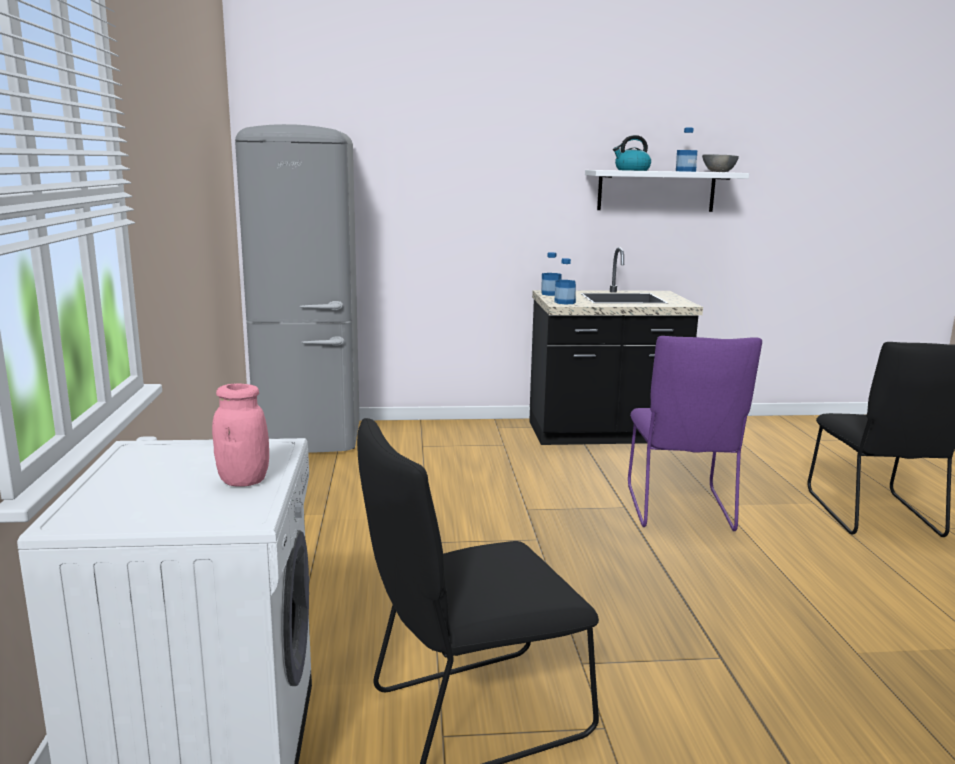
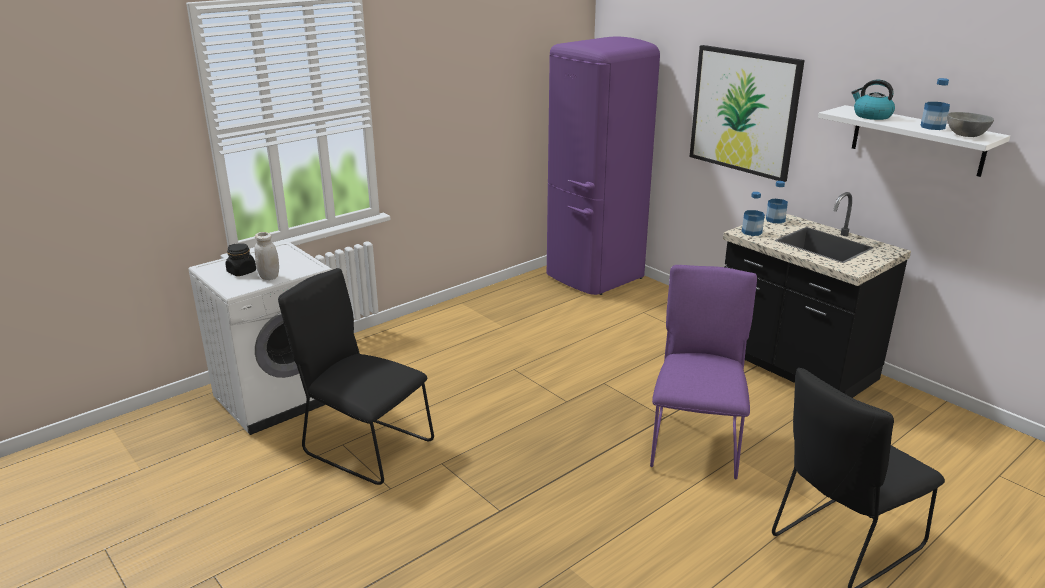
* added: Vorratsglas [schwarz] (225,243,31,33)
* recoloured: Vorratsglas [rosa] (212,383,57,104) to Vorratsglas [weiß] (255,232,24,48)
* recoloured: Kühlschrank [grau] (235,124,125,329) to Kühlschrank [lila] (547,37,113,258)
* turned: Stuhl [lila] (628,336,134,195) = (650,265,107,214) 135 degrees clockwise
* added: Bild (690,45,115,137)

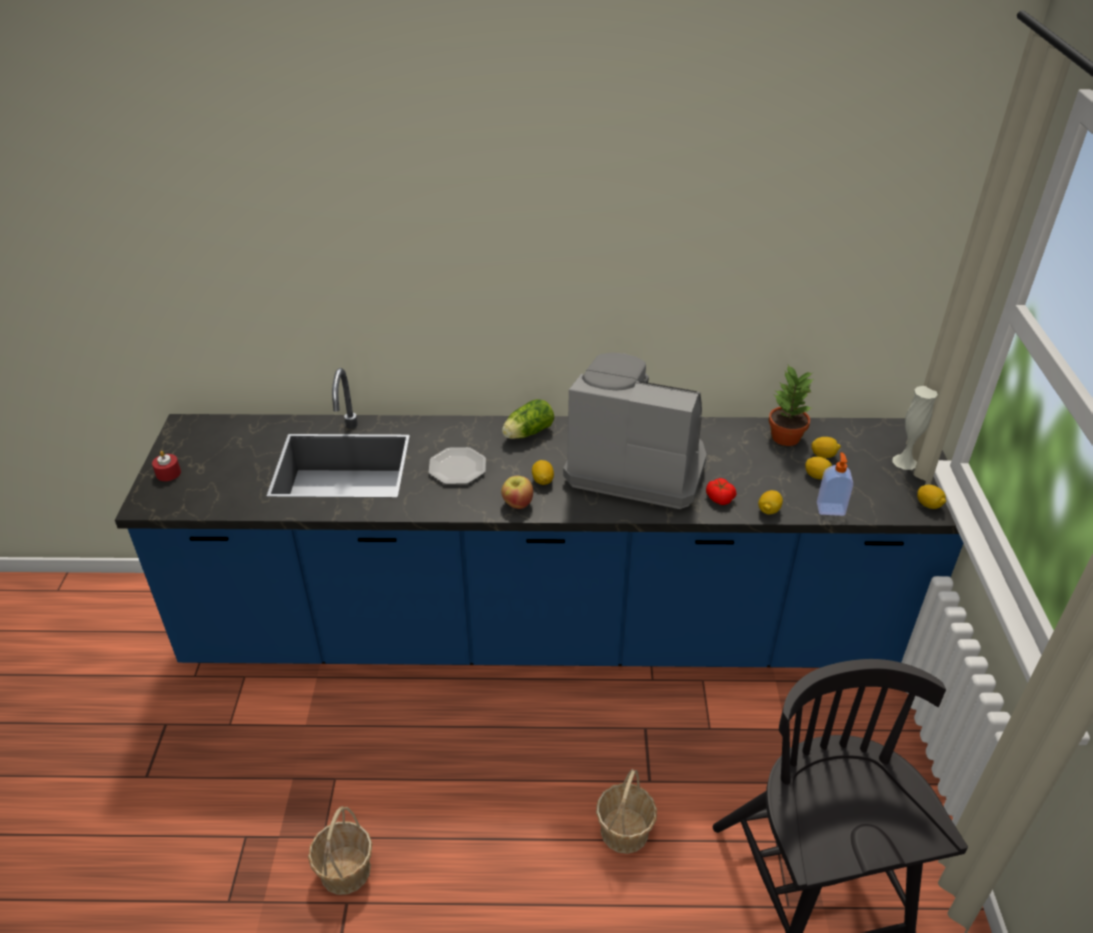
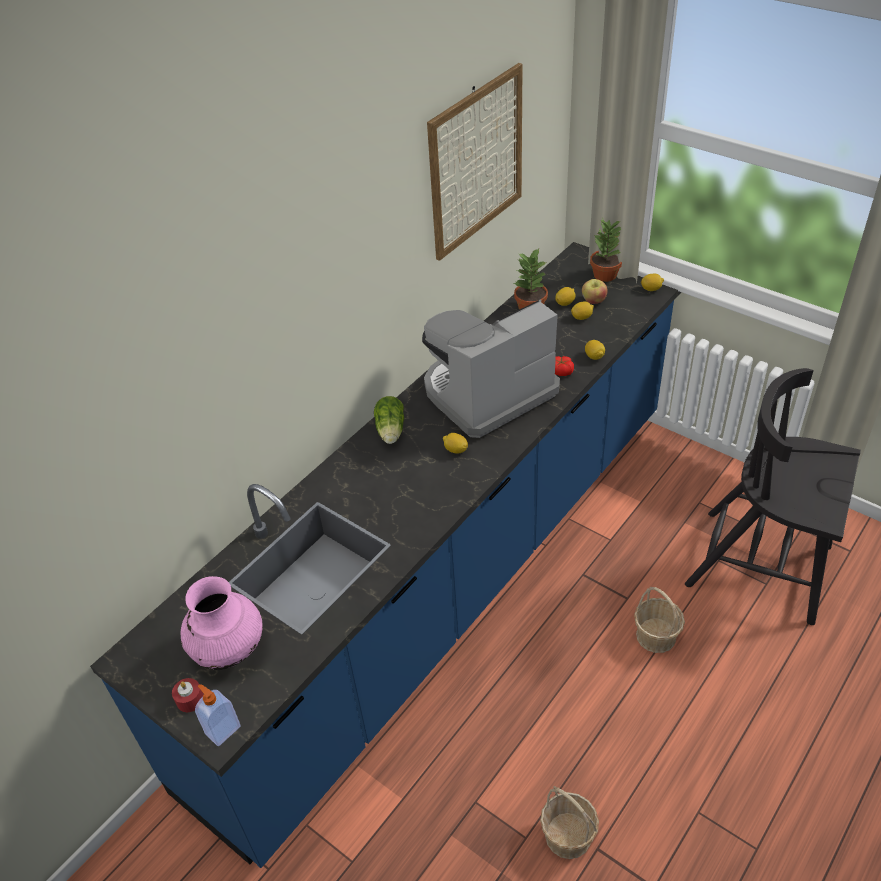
* added: Vase [rosa] (181,576,82,94)
* moved: Seifenspender (817,452,36,64) to (195,684,45,62)
* added: Bild (427,63,96,198)
* moved: Apfel (501,476,32,33) to (582,279,25,25)
* replaced: Vase [weiß] (892,386,46,84) to Topfpflanze (590,220,32,62)
* removed: Teller (429,447,57,37)

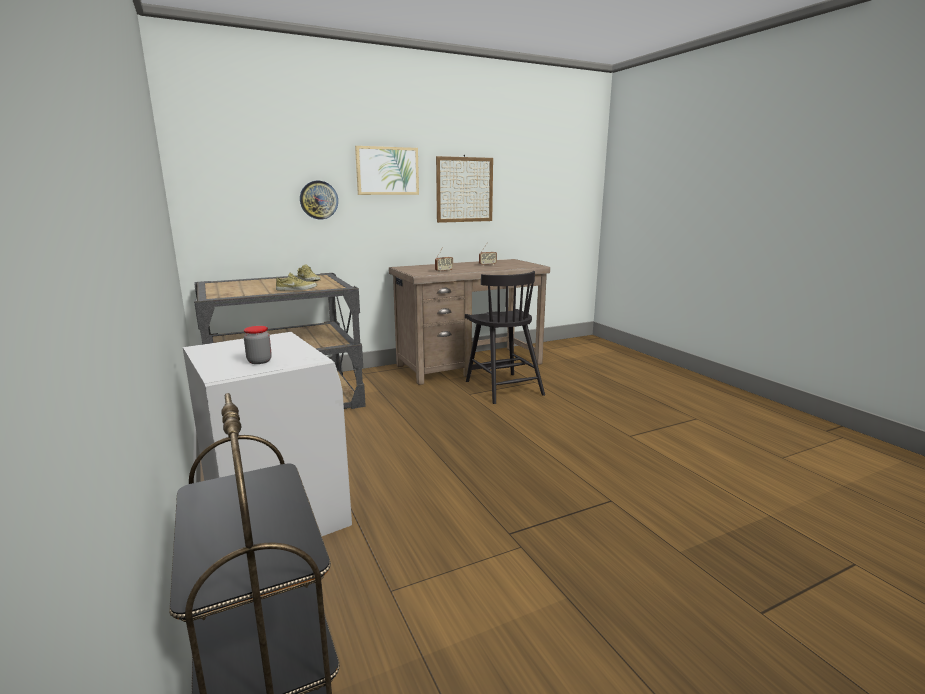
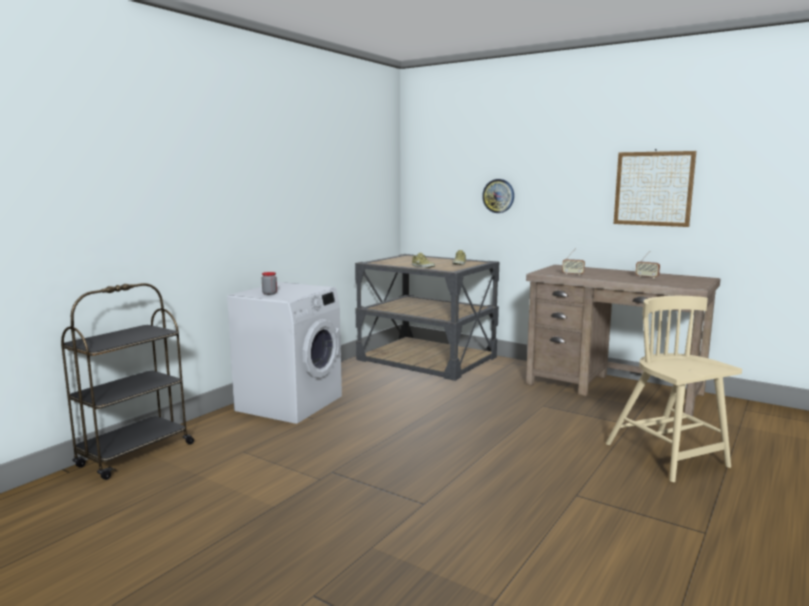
* added: Stuhl [beige] (606,296,136,186)
* removed: Bild (355,146,64,49)
* removed: Stuhl [schwarz] (465,271,80,133)

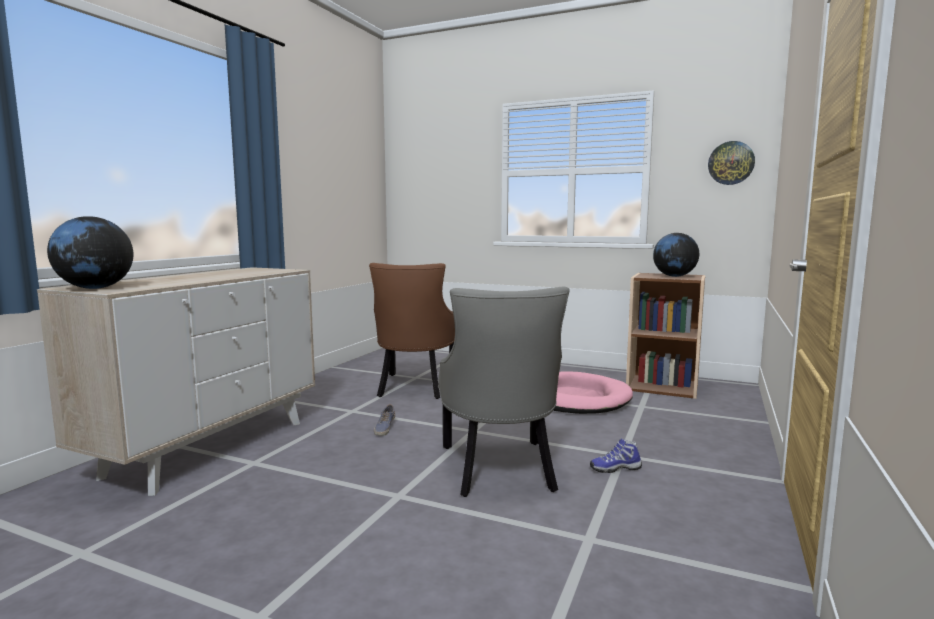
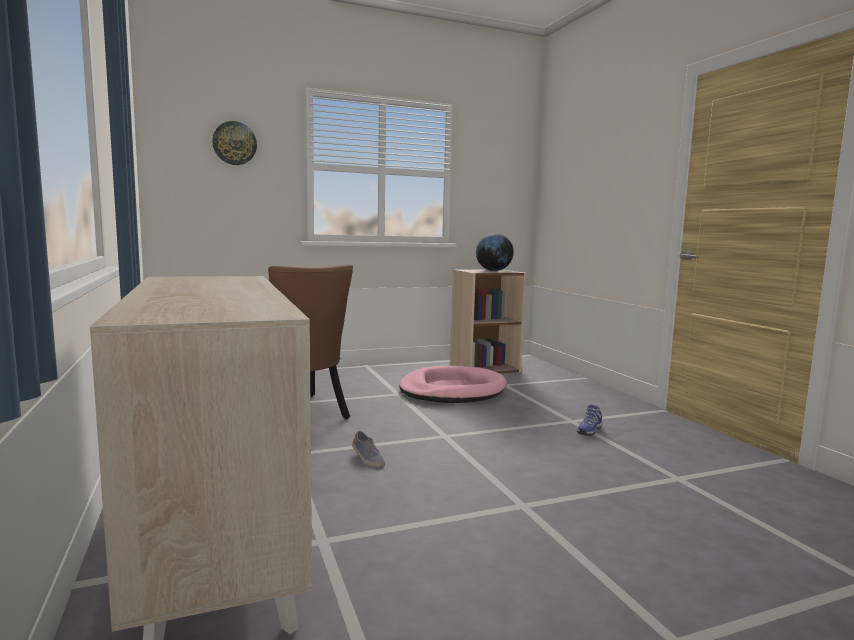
* moved: Wanduhr (708,141,47,44) to (212,121,45,44)
* removed: Globus (47,216,86,73)
* removed: Stuhl [grau] (438,287,132,210)

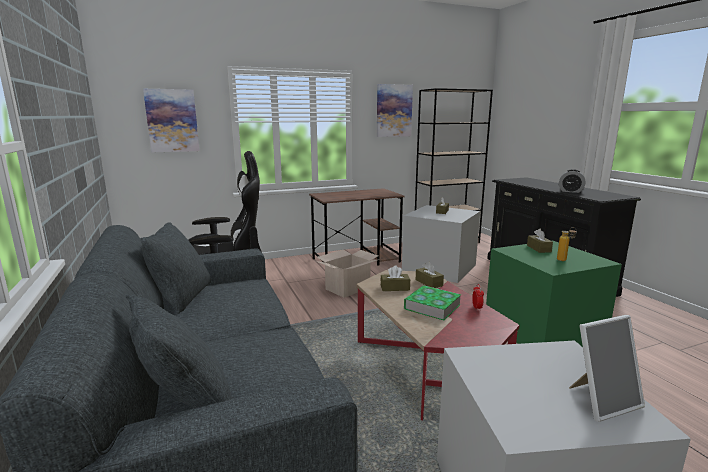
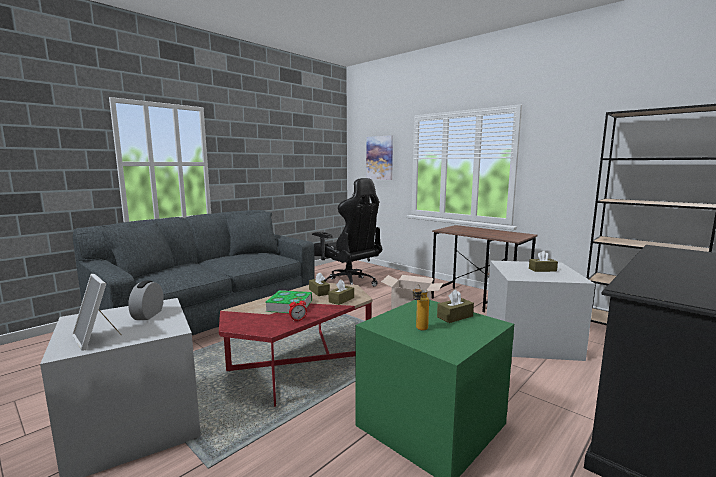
* moved: Wecker (559,169,26,24) to (128,281,36,39)
* removed: Bild (377,84,36,53)

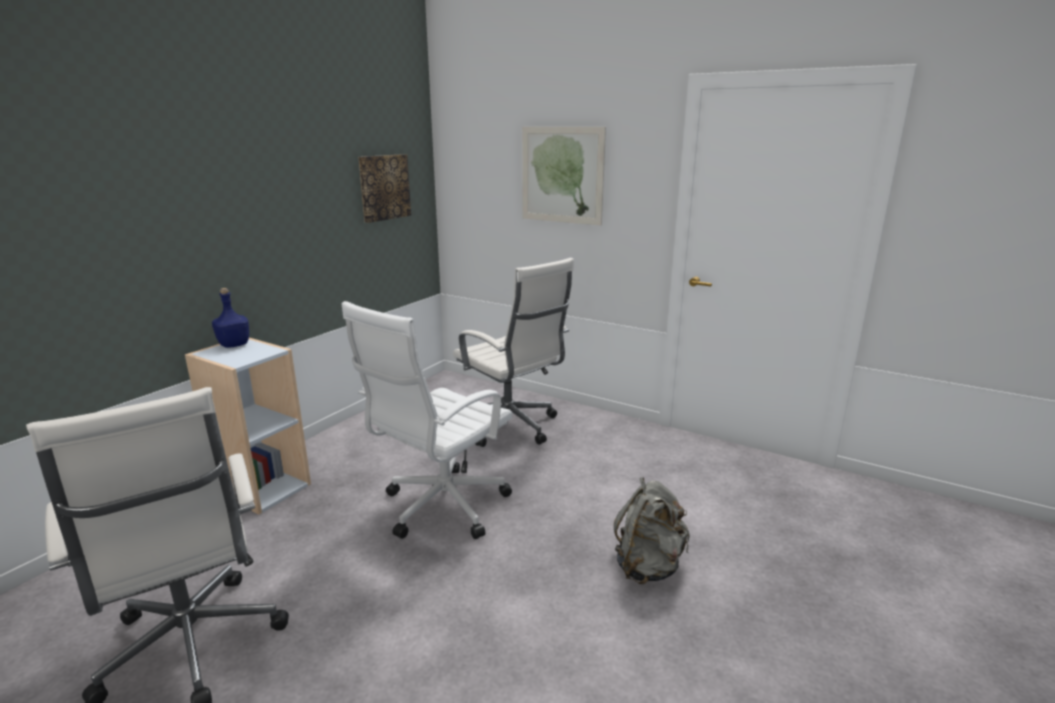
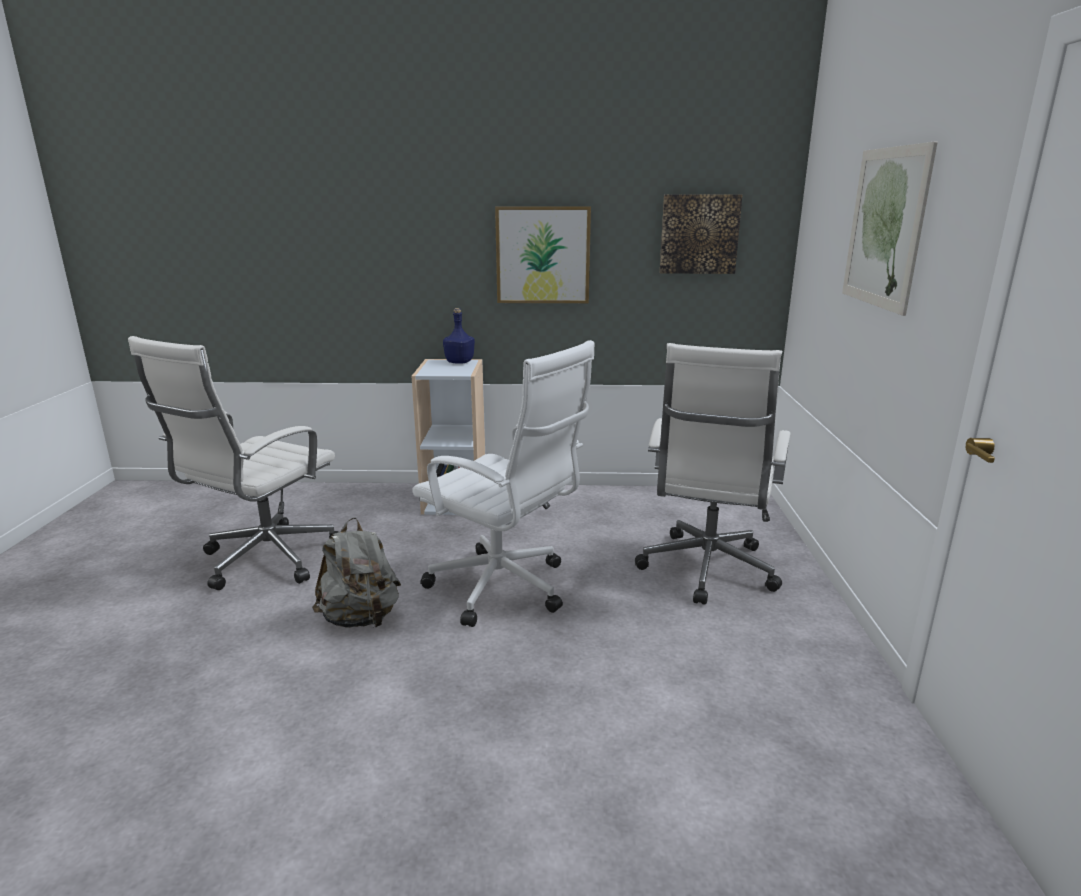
* moved: Rucksack [grau] (614,477,76,107) to (312,517,89,111)
* turned: Bürostuhl [weiß] (342,301,171,238) = (412,340,183,287) 150 degrees counterclockwise
* added: Bild (495,206,96,97)

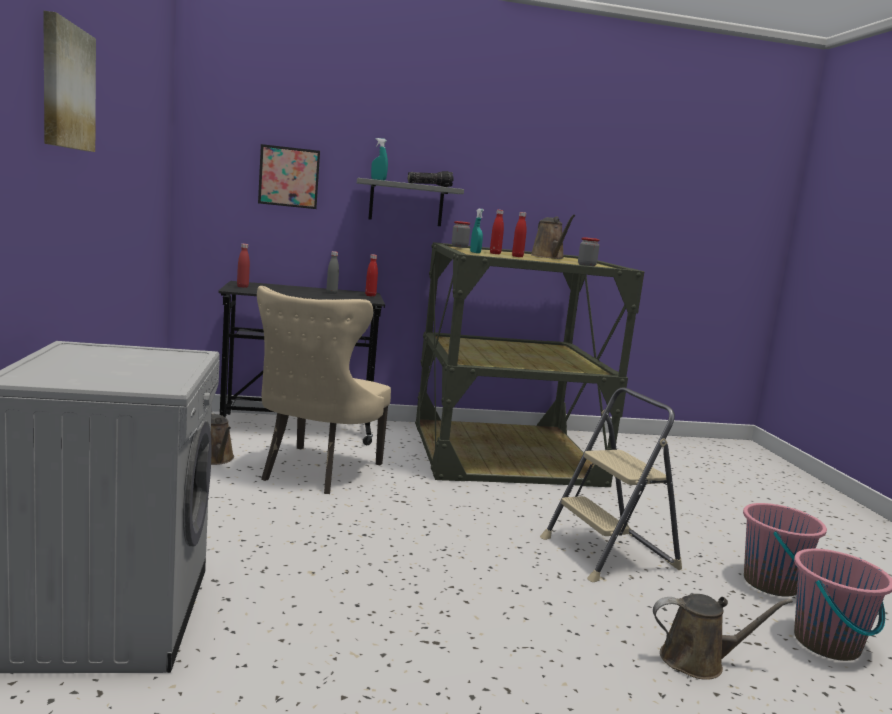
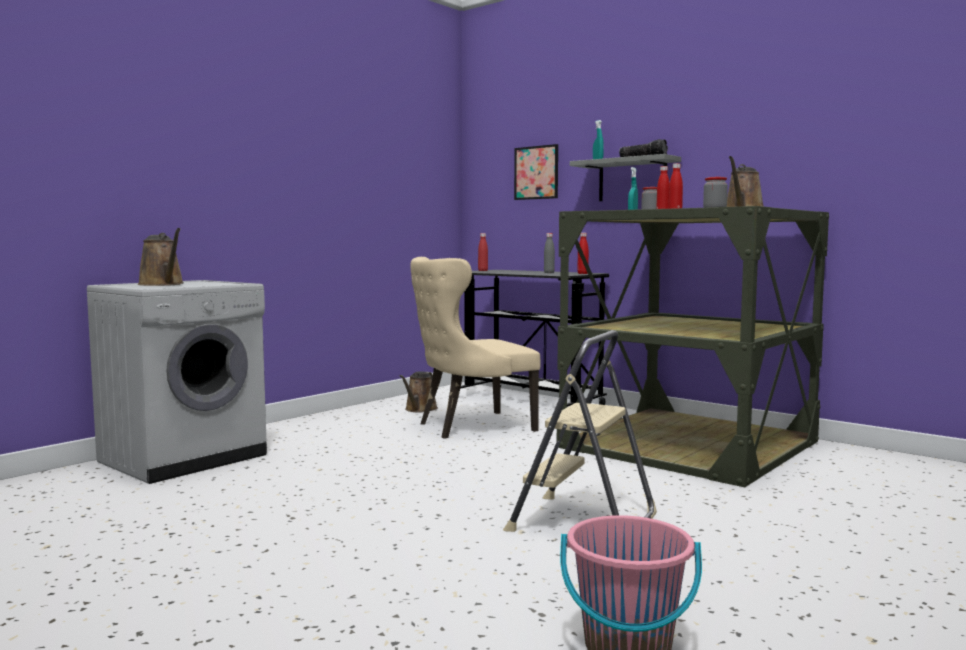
* moved: Gießkanne [braun] (653,594,140,86) to (138,228,46,58)
* removed: Bild (43,11,53,141)
* removed: Eimer [rosa] (743,503,84,94)

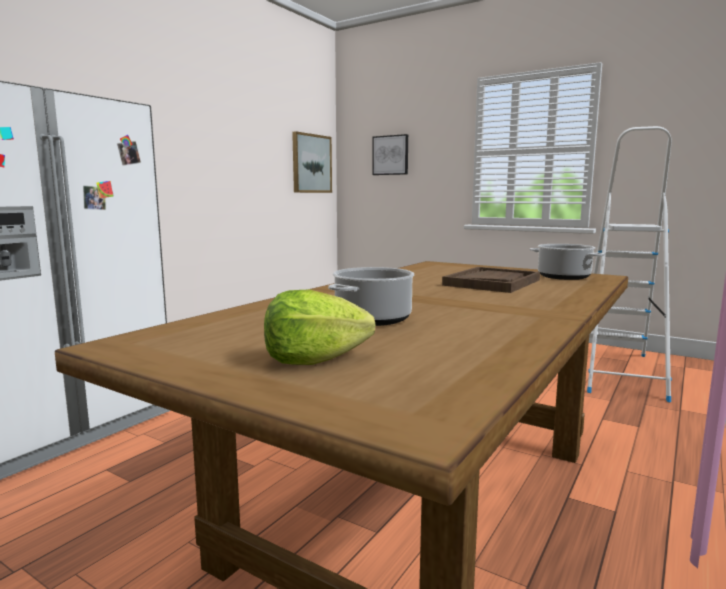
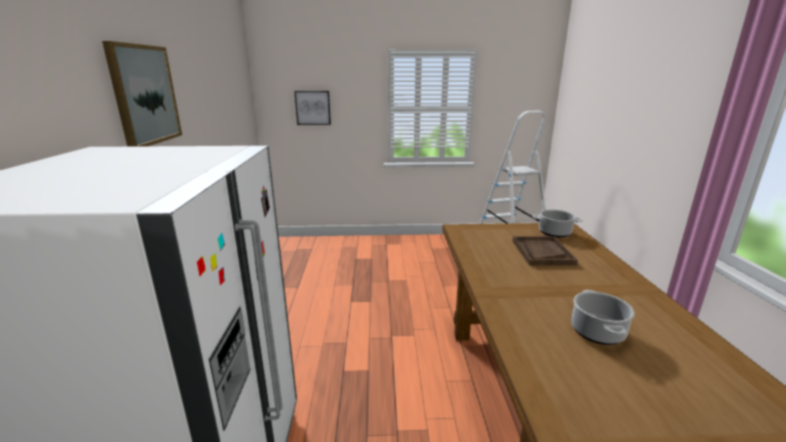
* moved: Bild (292,131,40,62) to (102,41,80,106)
* removed: Salatkopf (264,289,112,76)

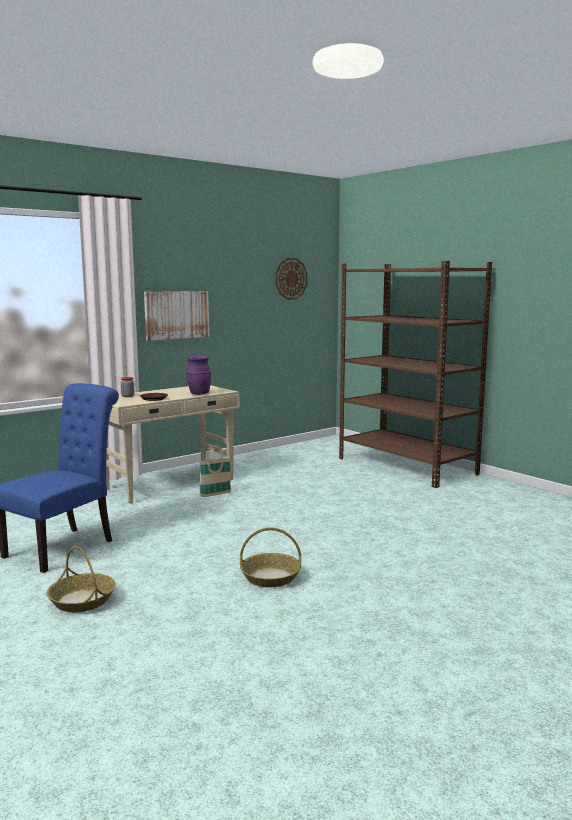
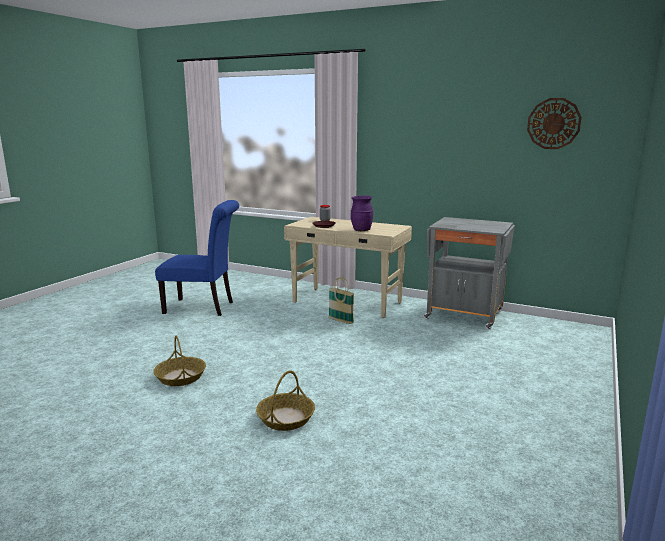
* moved: Korb (47,546,69,66) to (256,370,59,61)
* added: Rollwagen [grau] (424,217,91,113)
* removed: Bild (144,291,65,50)
* removed: Bücherregal [braun] (339,261,153,227)

